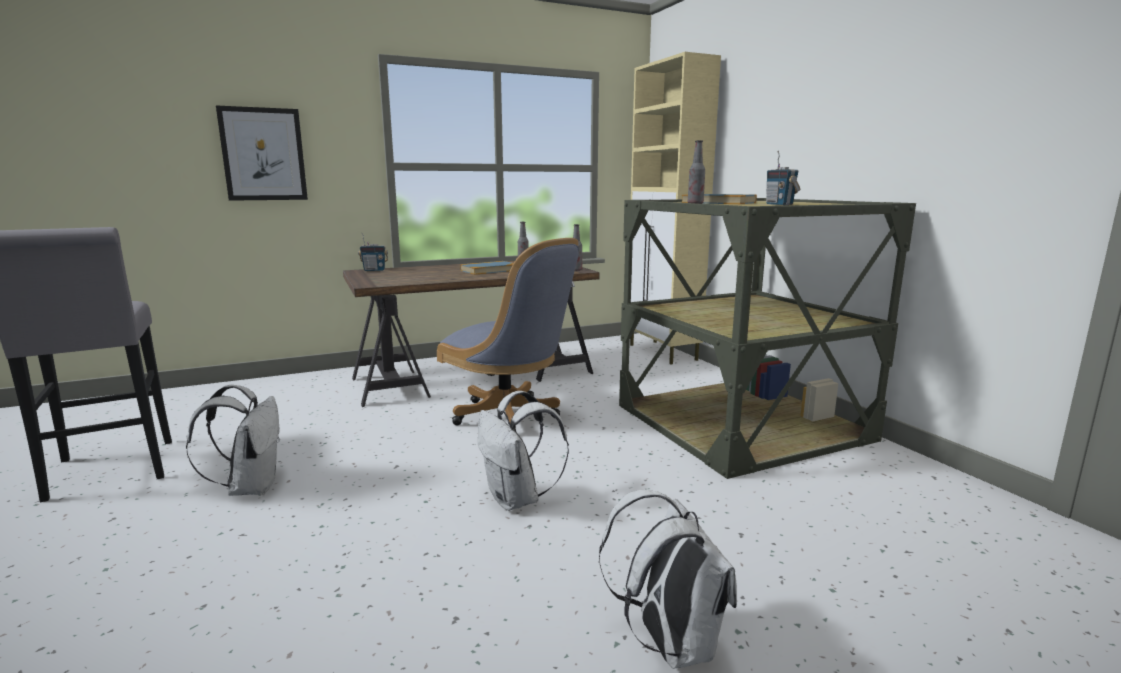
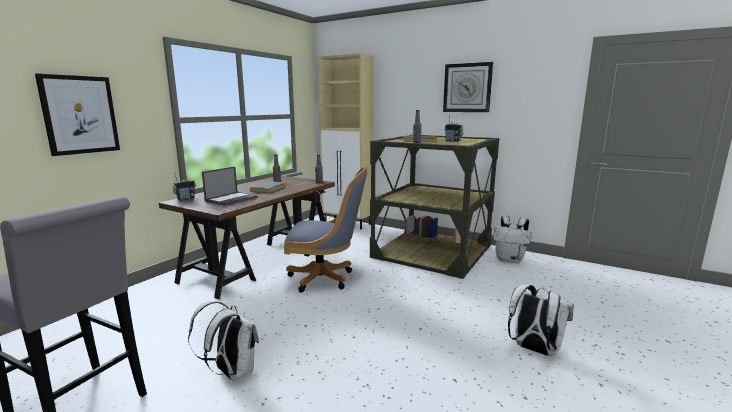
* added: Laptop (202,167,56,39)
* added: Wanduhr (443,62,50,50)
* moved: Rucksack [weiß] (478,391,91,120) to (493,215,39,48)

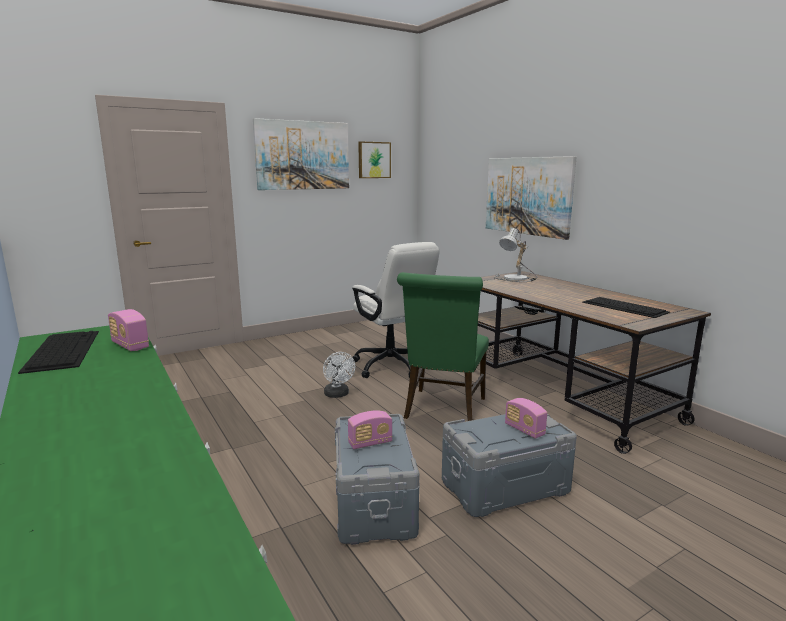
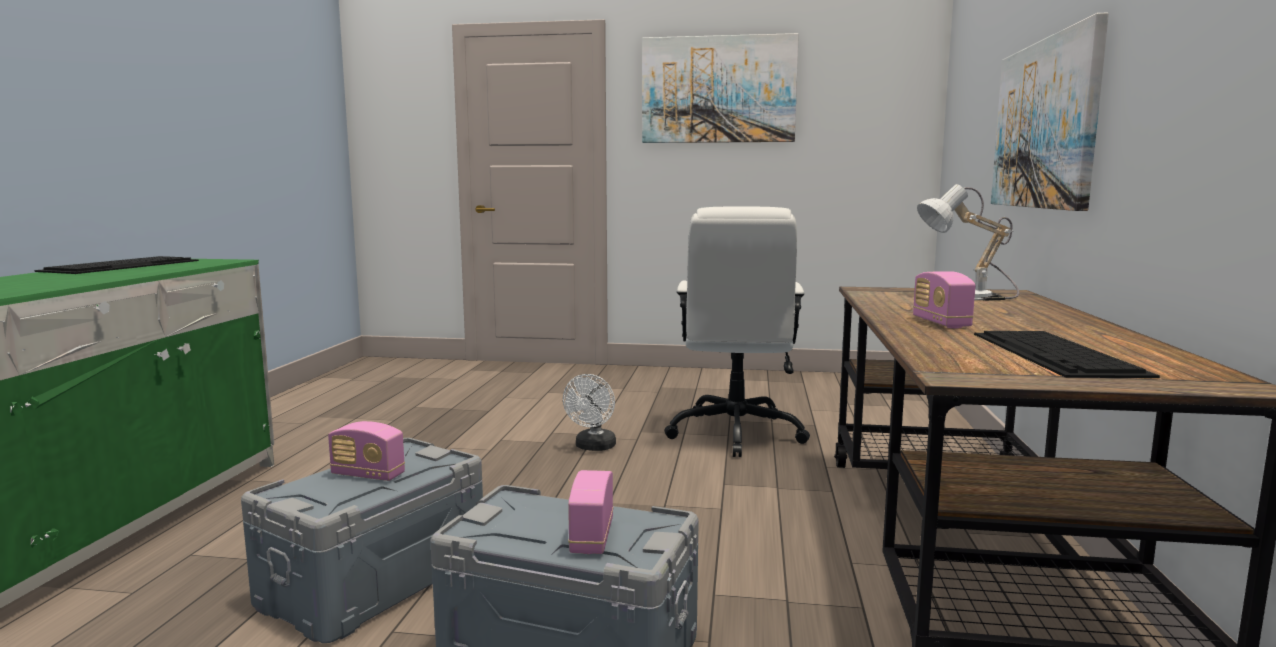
* moved: Radio (108,309,41,42) to (913,271,63,58)
* removed: Bild (358,141,33,37)
* removed: Stuhl [grün] (397,272,92,149)

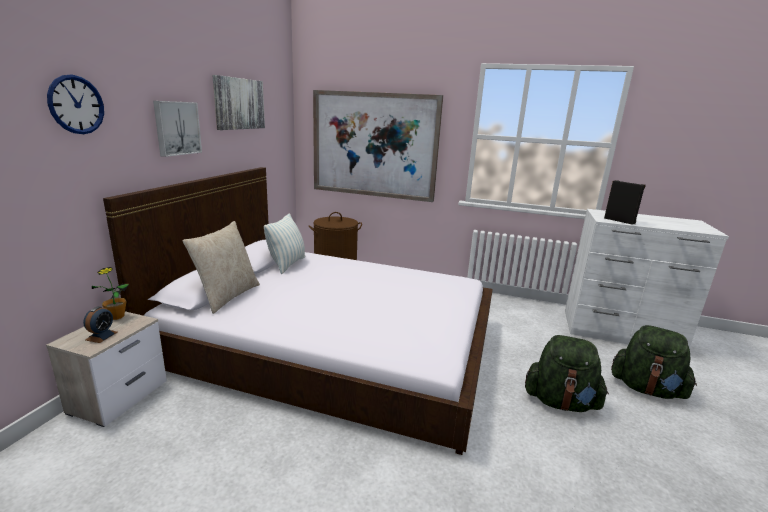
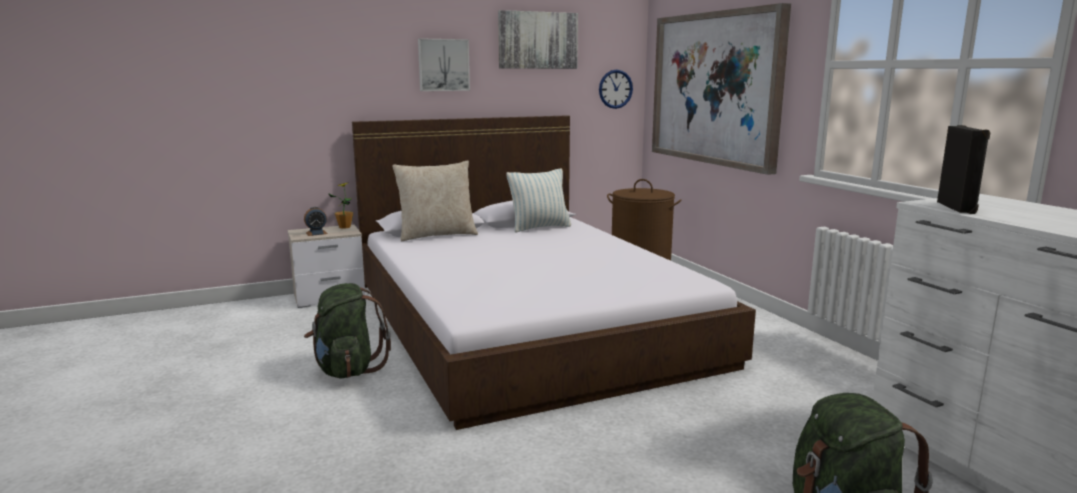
* moved: Rucksack [grün] (525,335,84,77) to (304,283,87,96)
* moved: Wanduhr (47,75,57,59) to (599,70,34,39)

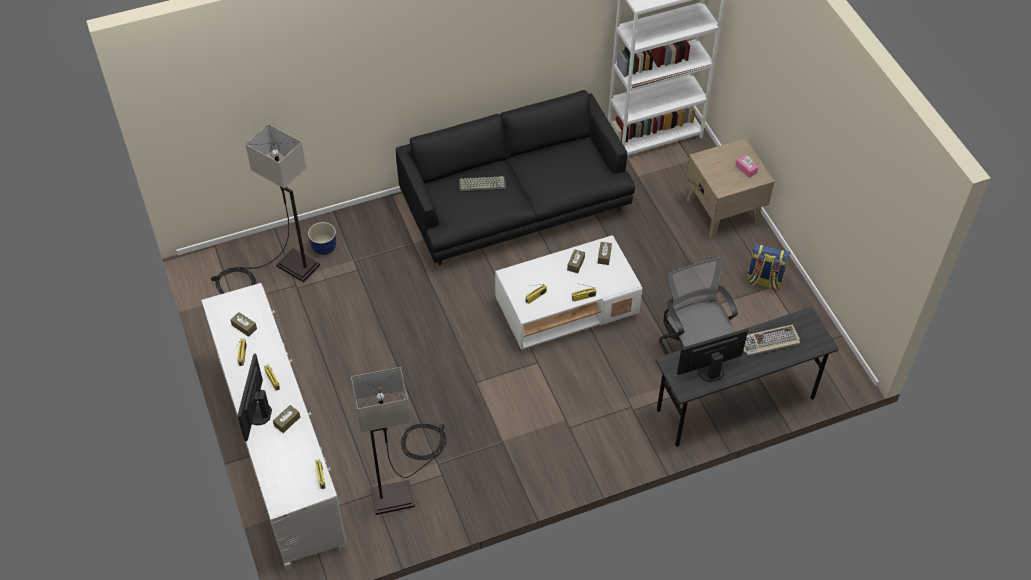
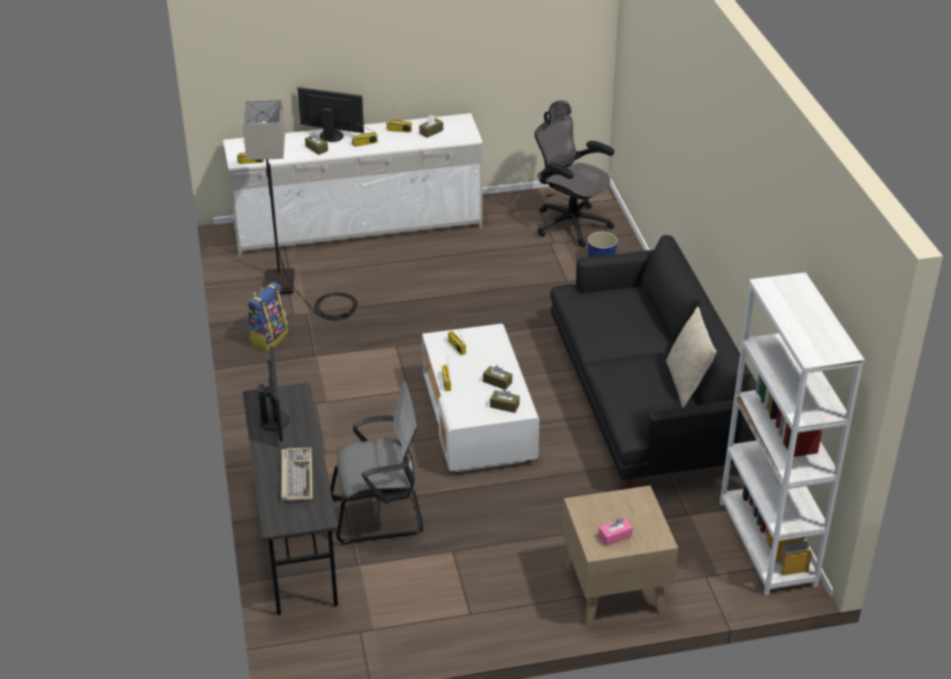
* moved: Rucksack (746,243,44,48) to (247,282,42,70)
* replaced: Stehlampe (211,124,109,170) to Bürostuhl (534,101,80,146)
* added: Kissen [beige] (666,307,51,101)
* removed: Tastatur (459,176,47,16)

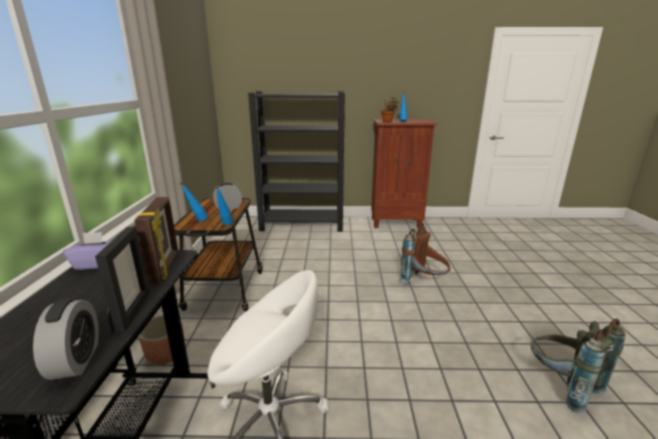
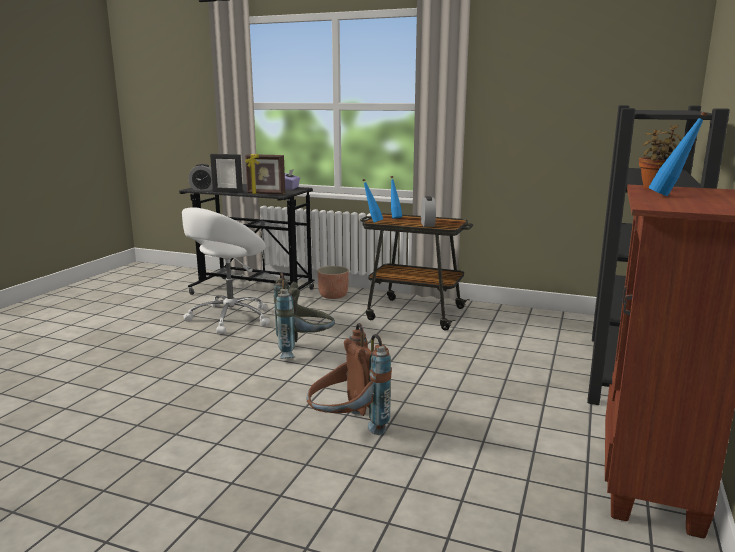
* moved: Rucksack [grau] (531,319,94,94) to (274,273,61,86)

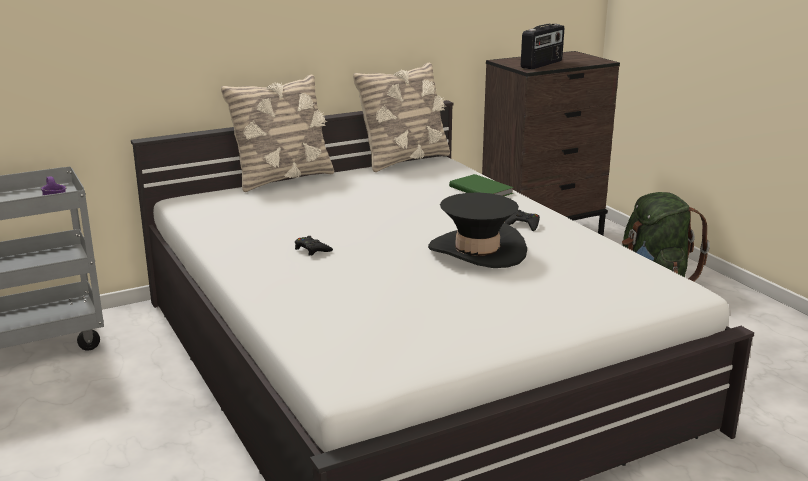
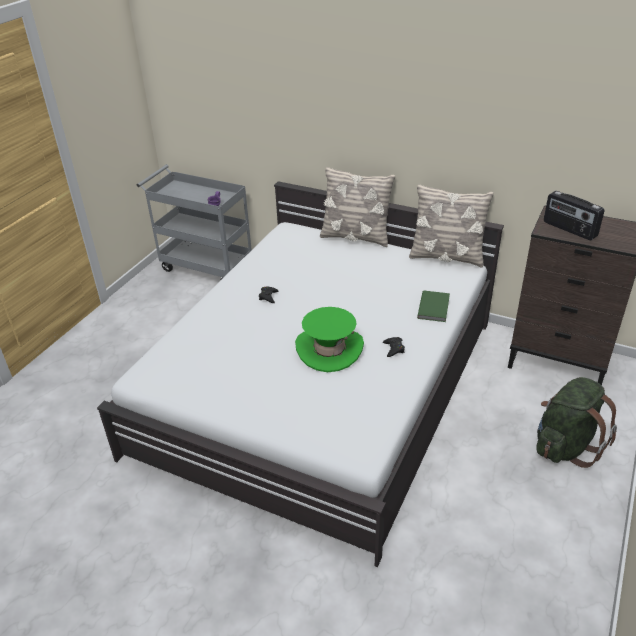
* recoloured: Hut [schwarz] (428,192,99,76) to Hut [grün] (295,307,69,65)
* turned: Radio (521,24,43,45) = (544,191,60,49) 45 degrees clockwise

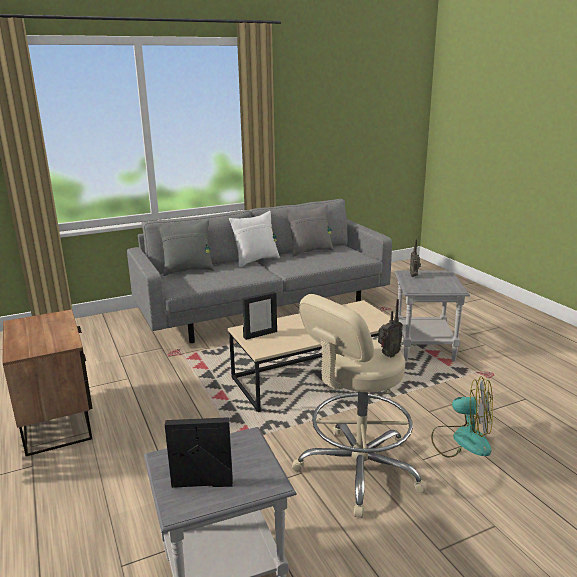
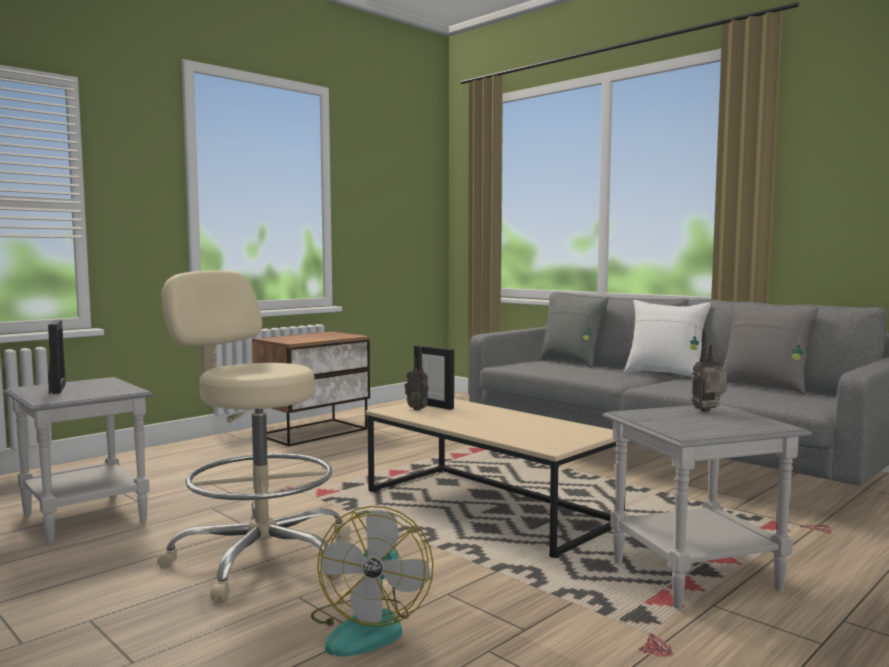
* moved: Radio (378,299,25,58) to (405,347,24,64)

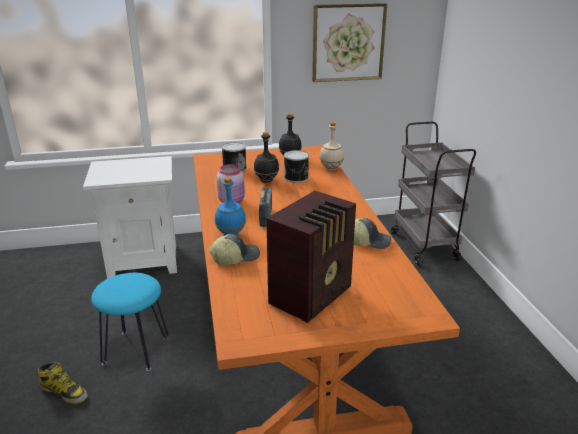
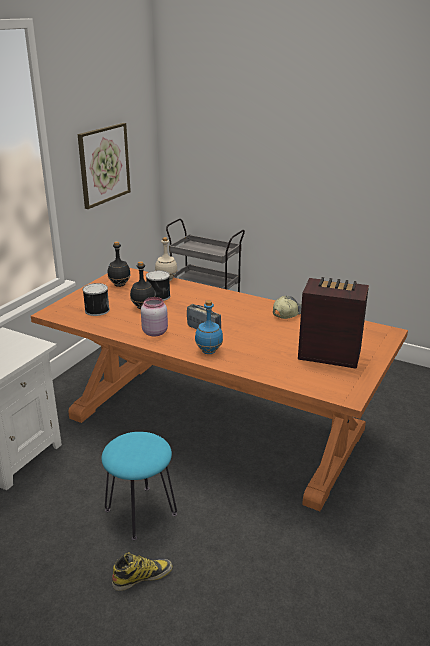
* turned: Radio (266,191,90,132) = (298,277,71,92) 60 degrees counterclockwise
* removed: Kappe (209,234,51,31)

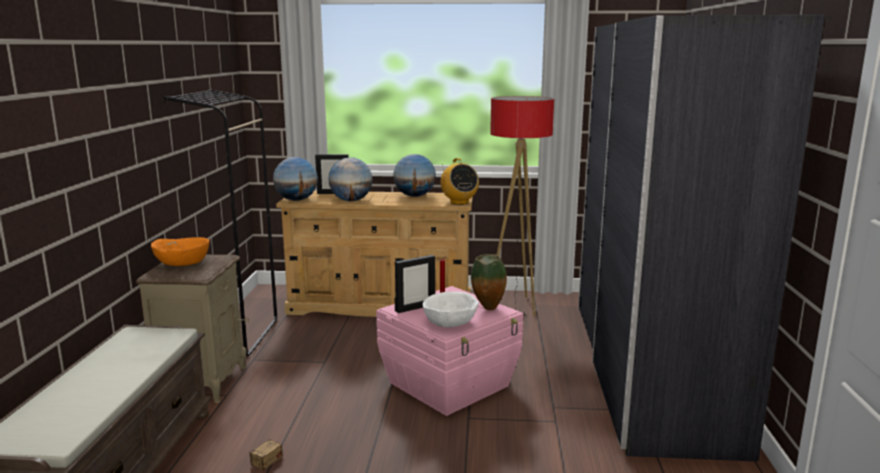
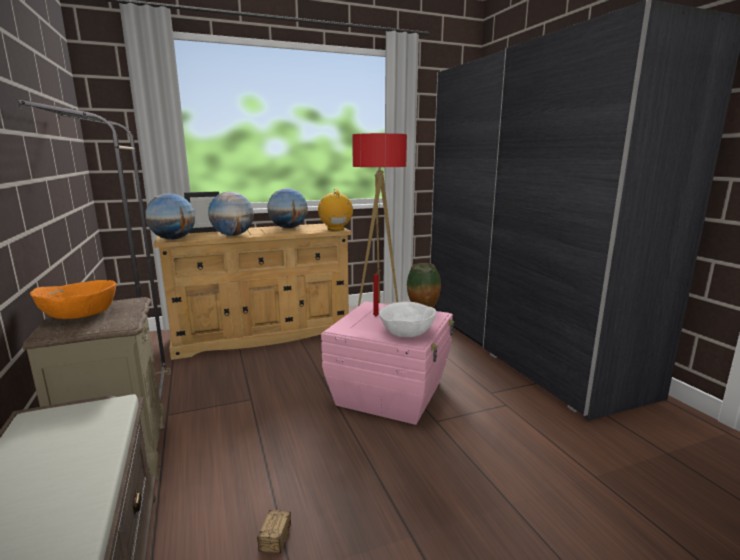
* turned: Radio (440,158,39,47) = (318,189,35,42) 150 degrees counterclockwise
* removed: Bilderrahmen (395,255,40,58)

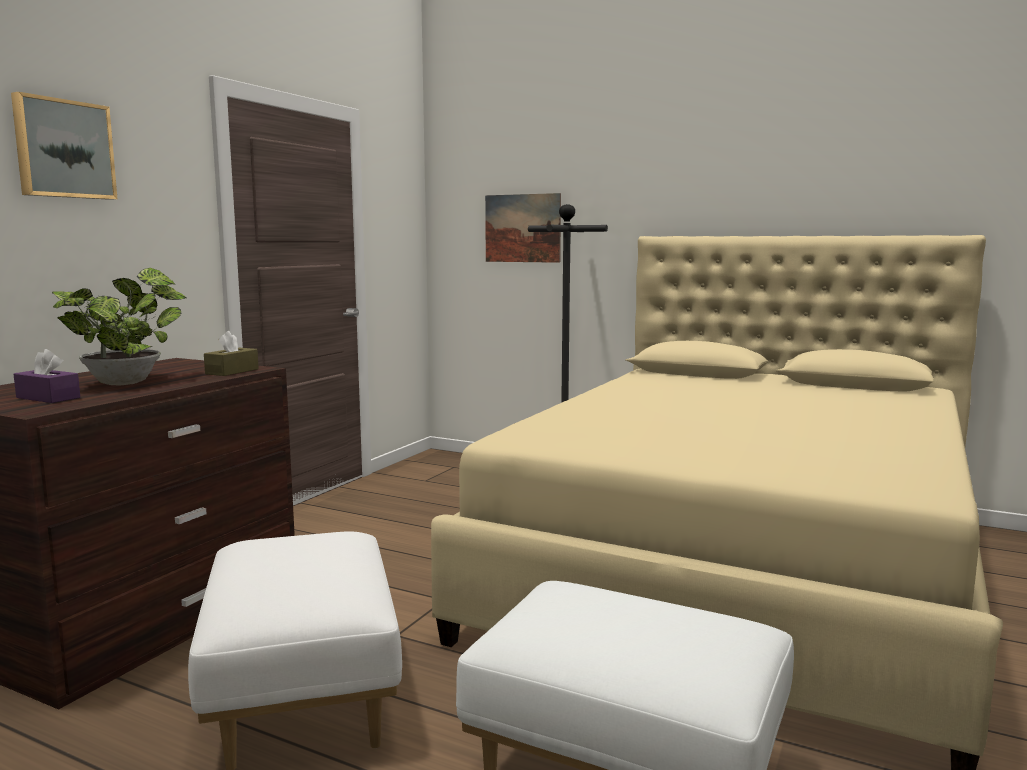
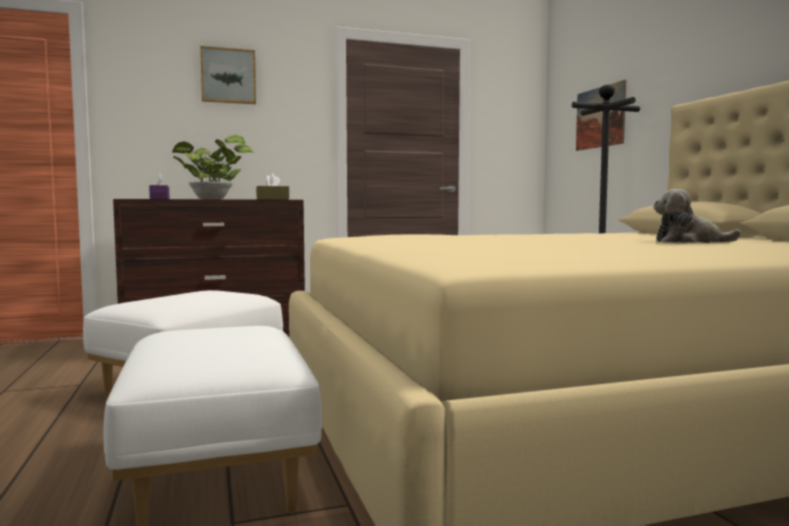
* added: Plüschtier (653,189,88,54)

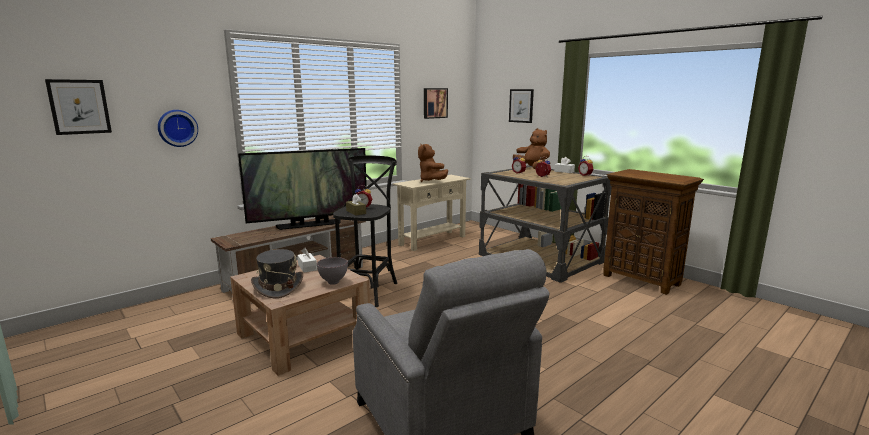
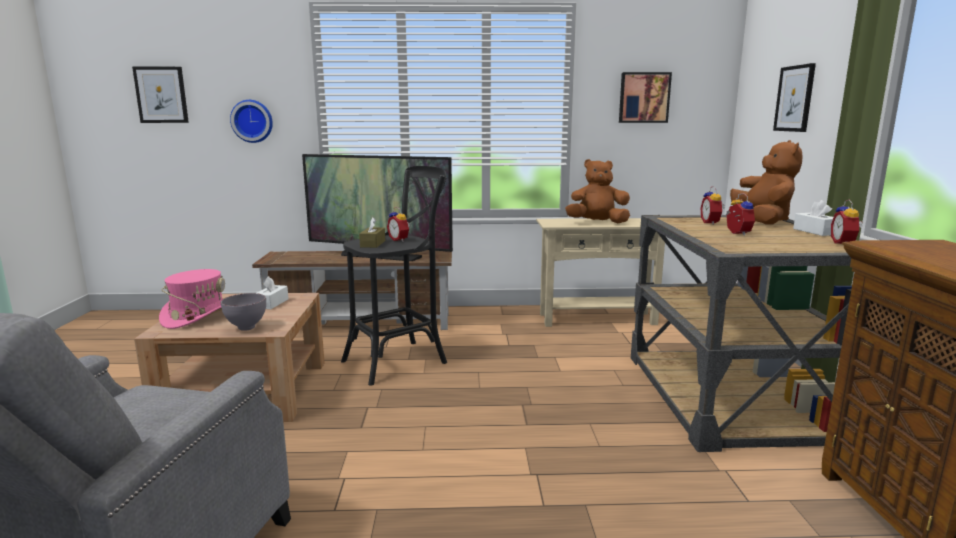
* recoloured: Hut [grau] (251,249,52,49) to Hut [rosa] (159,269,66,60)
* turned: Plüschtier [braun] (418,144,30,38) = (565,159,65,64) 75 degrees clockwise

